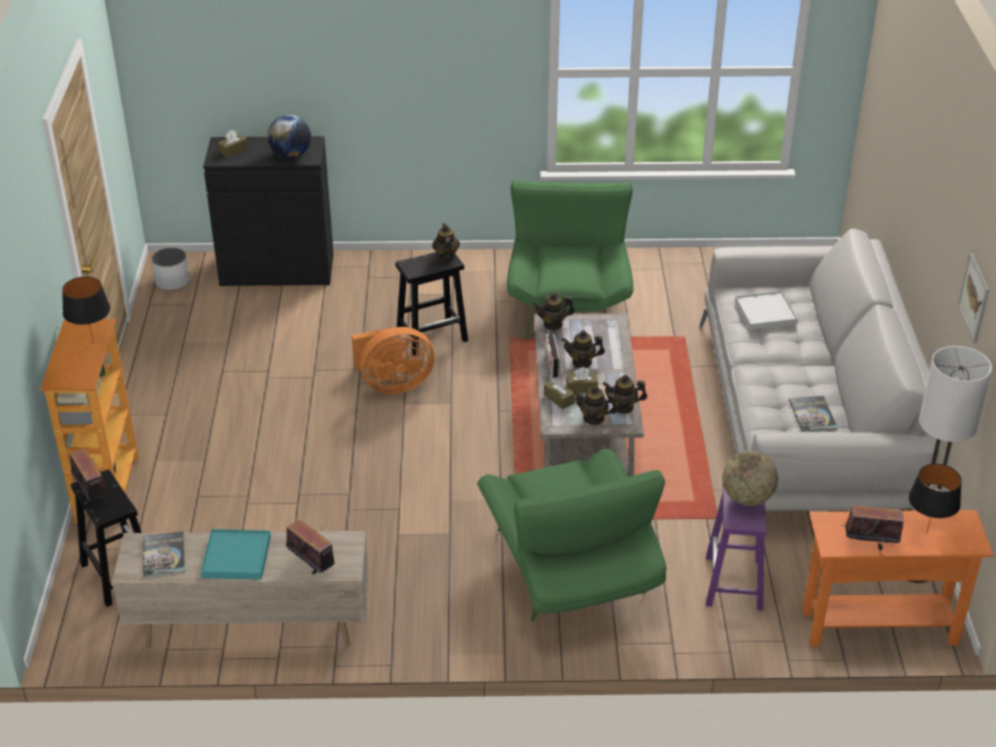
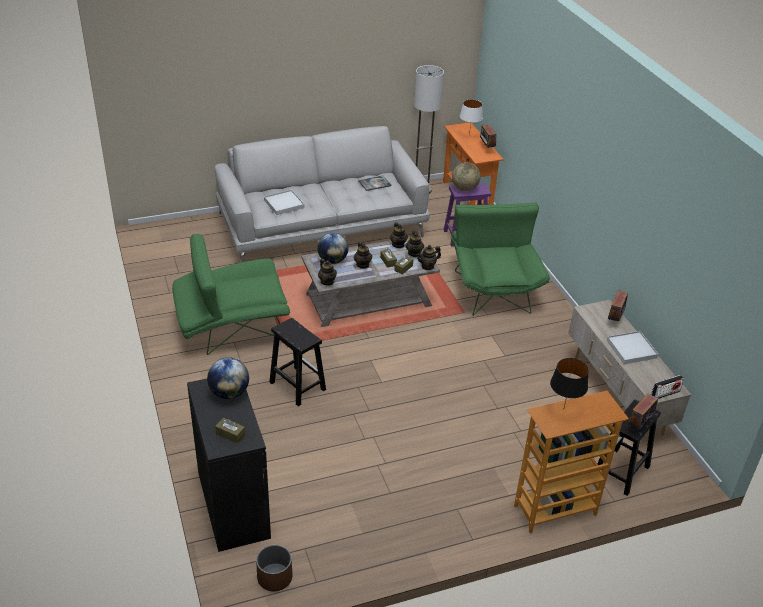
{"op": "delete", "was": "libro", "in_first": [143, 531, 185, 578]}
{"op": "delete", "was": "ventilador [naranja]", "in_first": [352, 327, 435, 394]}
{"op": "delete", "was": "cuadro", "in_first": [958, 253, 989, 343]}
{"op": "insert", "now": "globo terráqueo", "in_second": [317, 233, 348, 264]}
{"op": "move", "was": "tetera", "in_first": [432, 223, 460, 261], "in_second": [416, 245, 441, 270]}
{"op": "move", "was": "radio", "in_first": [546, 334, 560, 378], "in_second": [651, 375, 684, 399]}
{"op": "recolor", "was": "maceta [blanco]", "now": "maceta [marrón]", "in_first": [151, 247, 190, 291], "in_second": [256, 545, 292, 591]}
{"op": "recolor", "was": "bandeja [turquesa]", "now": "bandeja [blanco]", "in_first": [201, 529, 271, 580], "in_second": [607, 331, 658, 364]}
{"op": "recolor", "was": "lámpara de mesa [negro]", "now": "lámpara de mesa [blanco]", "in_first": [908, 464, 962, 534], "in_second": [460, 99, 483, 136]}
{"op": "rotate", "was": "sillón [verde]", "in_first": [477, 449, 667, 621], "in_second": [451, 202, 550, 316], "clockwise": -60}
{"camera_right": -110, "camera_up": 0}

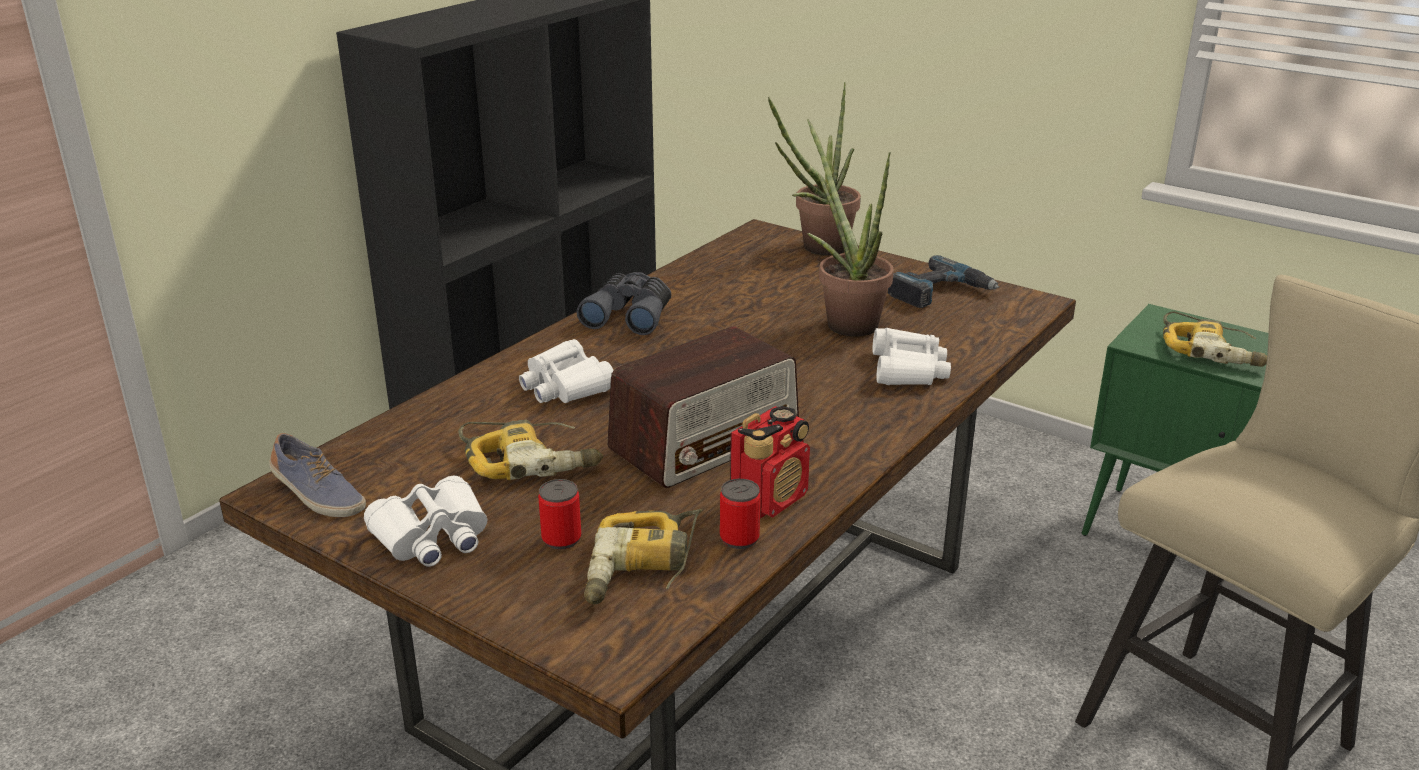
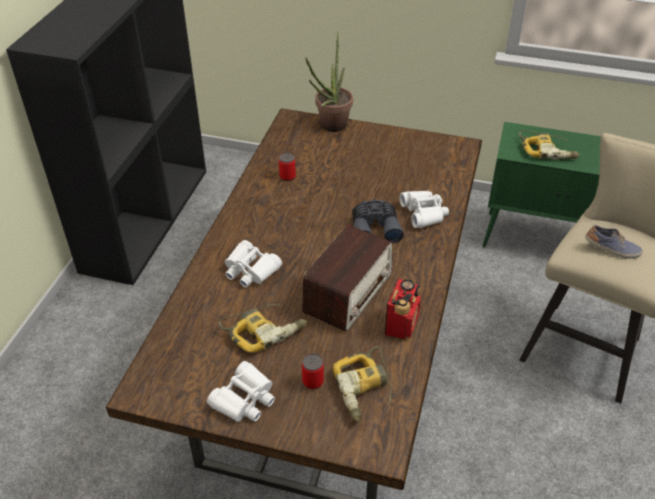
{"op": "delete", "was": "planta en maceta", "in_first": [807, 119, 894, 337]}
{"op": "delete", "was": "taladro", "in_first": [888, 255, 999, 308]}
{"op": "move", "was": "zapato", "in_first": [269, 433, 366, 517], "in_second": [585, 225, 643, 259]}
{"op": "move", "was": "prismáticos [gris]", "in_first": [577, 272, 671, 335], "in_second": [352, 199, 404, 243]}
{"op": "move", "was": "lata", "in_first": [720, 479, 760, 549], "in_second": [279, 153, 296, 181]}
{"camera_right": -20, "camera_up": 15}

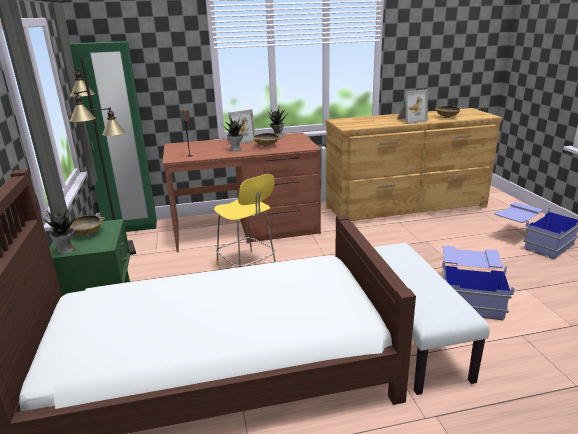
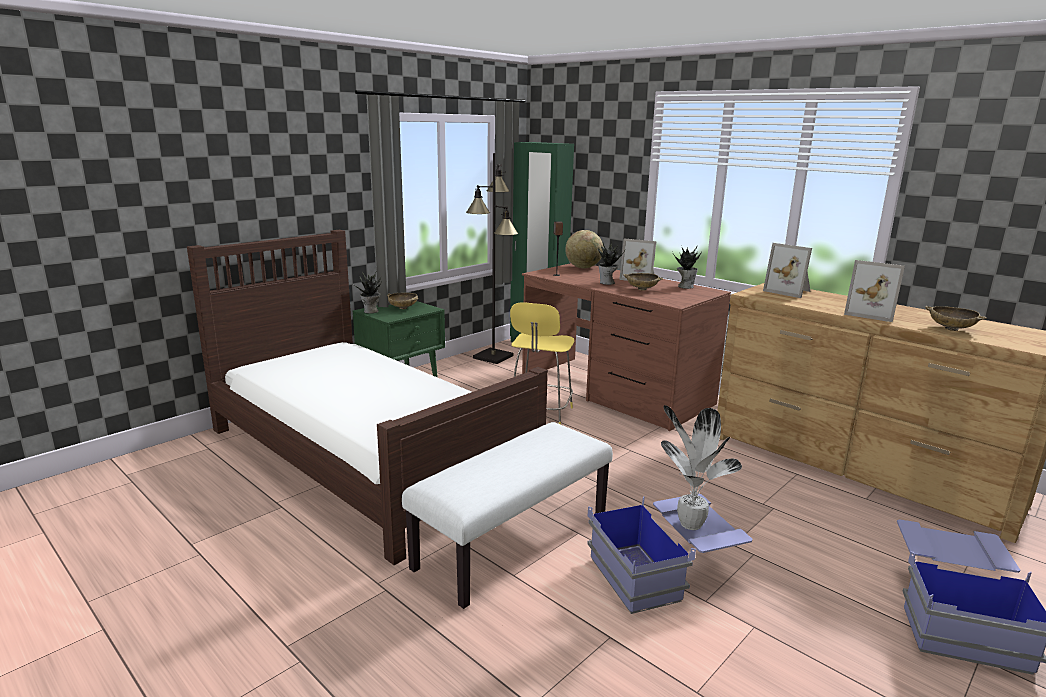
{"op": "insert", "now": "globo terráqueo", "in_second": [565, 230, 604, 268]}
{"op": "insert", "now": "planta en maceta", "in_second": [661, 405, 742, 530]}
{"op": "insert", "now": "portarretratos", "in_second": [763, 243, 812, 298]}
{"camera_right": 55, "camera_up": -5}

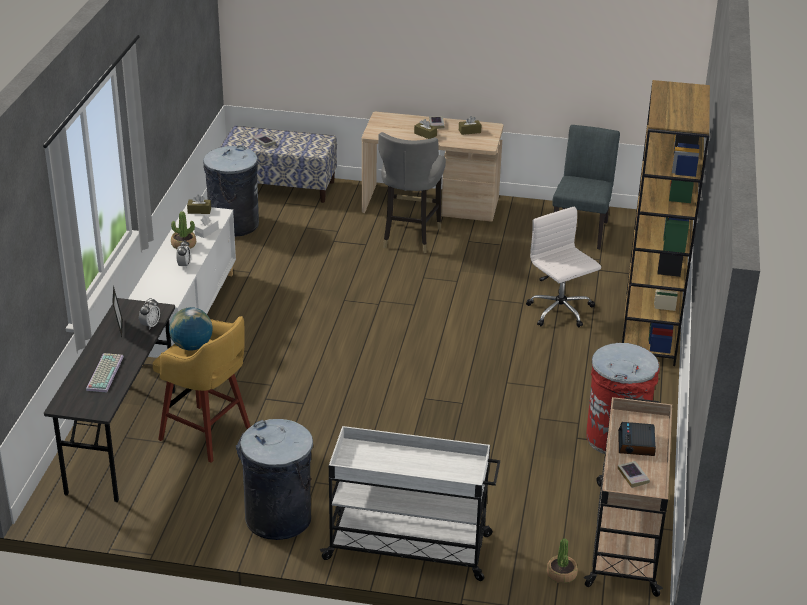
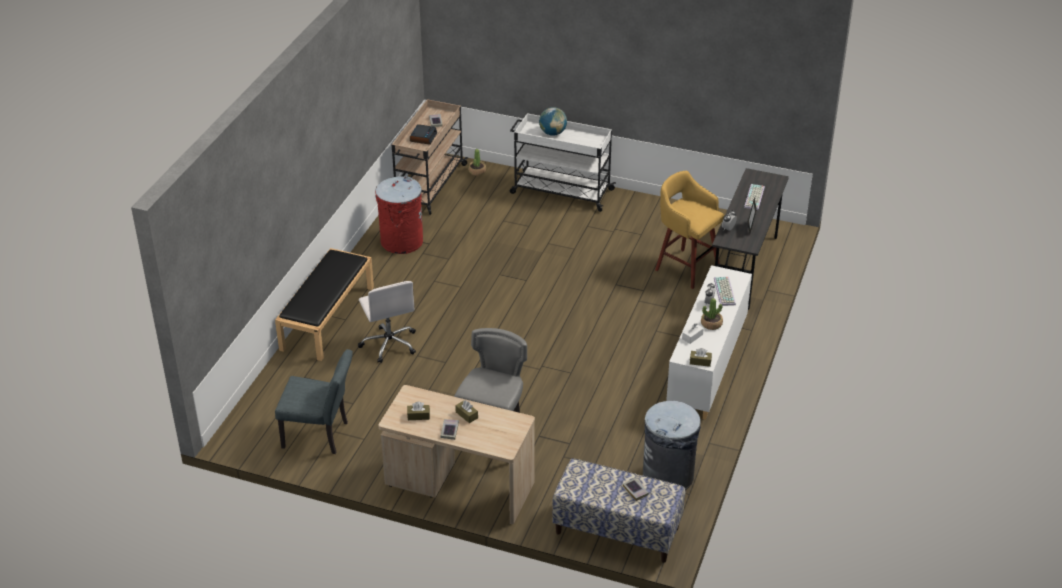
{"op": "delete", "was": "papelera [gris]", "in_first": [236, 419, 313, 540]}
{"op": "insert", "now": "teclado", "in_second": [714, 277, 736, 306]}
{"op": "move", "was": "globo terráqueo", "in_first": [169, 307, 213, 351], "in_second": [539, 107, 567, 136]}
{"op": "replace", "was": "estantería [marrón]", "now": "banco [negro]", "in_first": [622, 80, 710, 366], "in_second": [275, 248, 374, 361]}
{"op": "rotate", "was": "silla [gris]", "in_first": [552, 125, 620, 249], "in_second": [275, 349, 353, 454], "clockwise": -105}
{"camera_right": -170, "camera_up": 5}

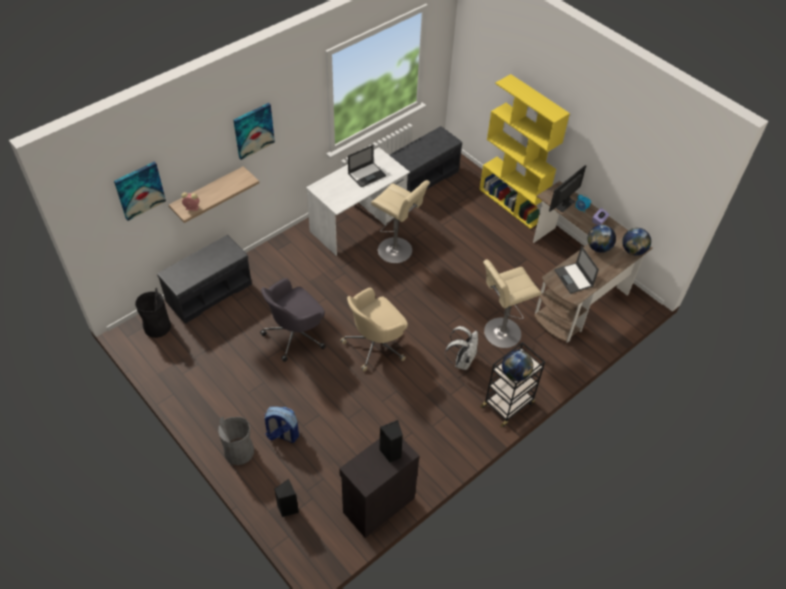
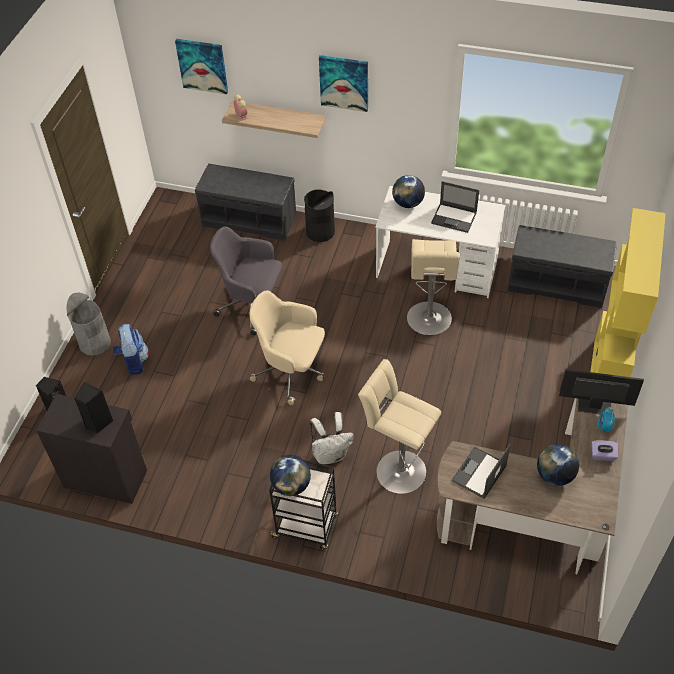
{"op": "move", "was": "papelera [negro]", "in_first": [135, 288, 171, 338], "in_second": [304, 190, 335, 242]}
{"op": "move", "was": "globo terráqueo", "in_first": [622, 228, 651, 256], "in_second": [392, 175, 425, 208]}
{"camera_right": 60, "camera_up": 0}

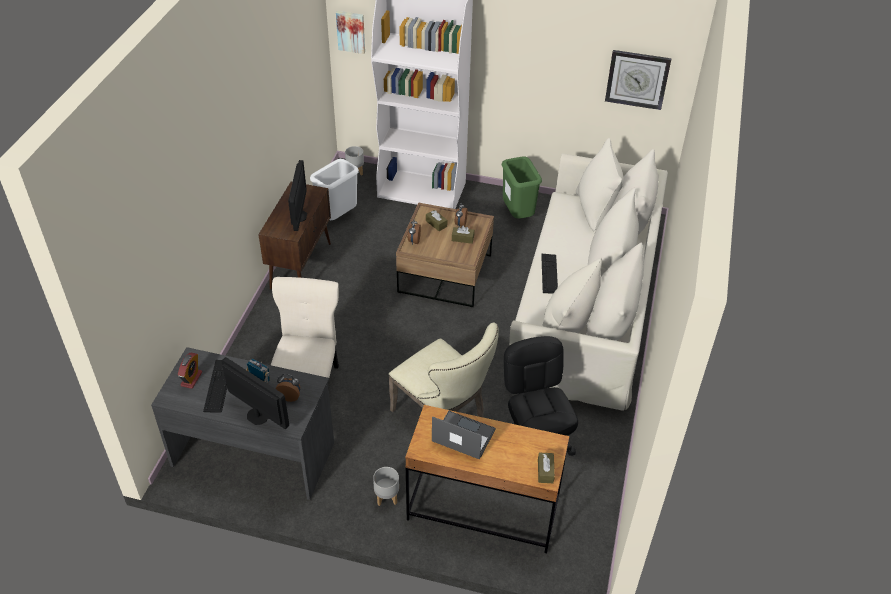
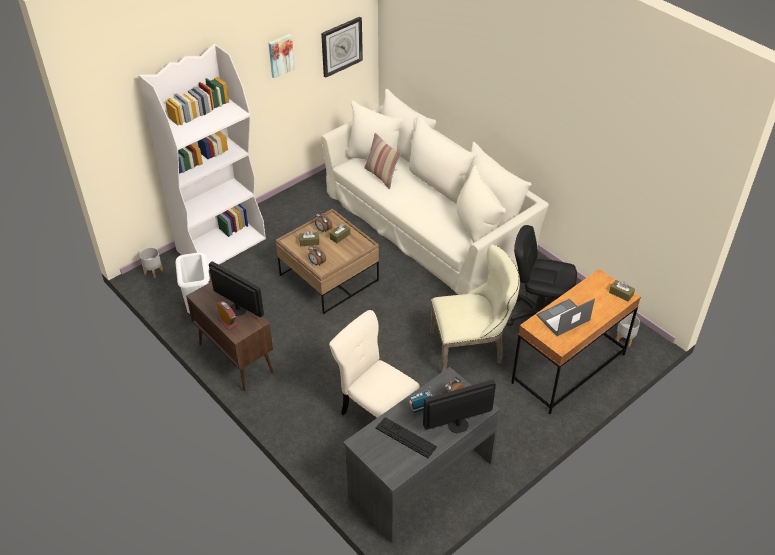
{"op": "delete", "was": "papelera [verde]", "in_first": [501, 156, 542, 219]}
{"op": "delete", "was": "teclado", "in_first": [541, 254, 558, 294]}
{"op": "insert", "now": "cojín", "in_second": [364, 133, 401, 189]}
{"op": "move", "was": "despertador", "in_first": [178, 352, 202, 389], "in_second": [216, 301, 238, 330]}
{"op": "move", "was": "cuadro", "in_first": [336, 11, 365, 54], "in_second": [269, 34, 295, 78]}
{"op": "move", "was": "maceta [gris]", "in_first": [373, 467, 399, 506], "in_second": [616, 314, 640, 347]}
{"camera_right": -55, "camera_up": 0}

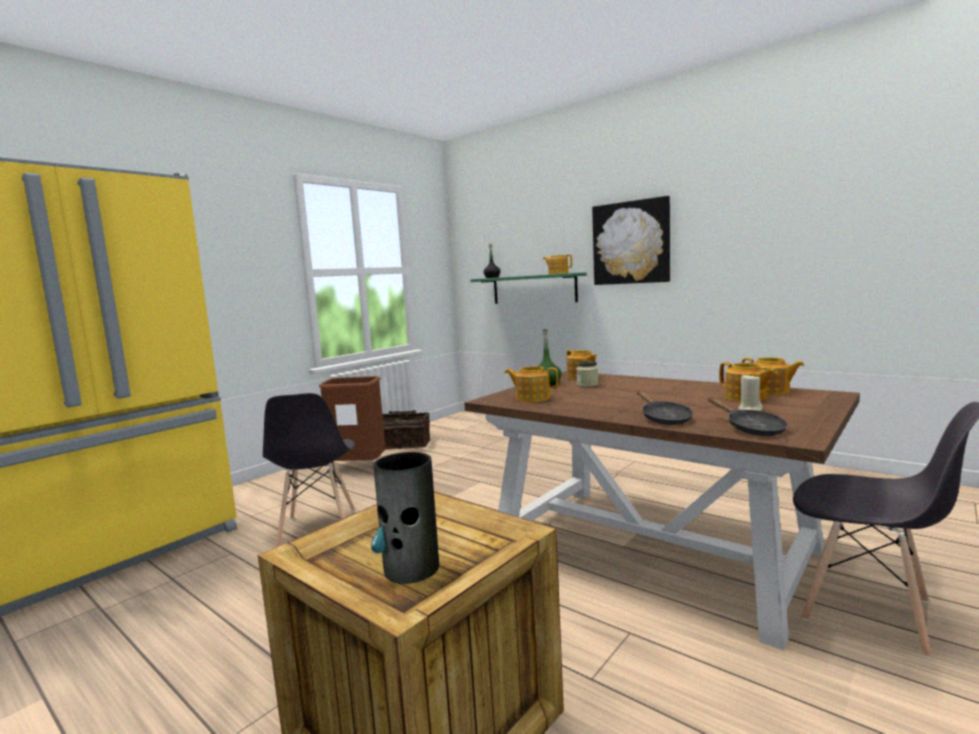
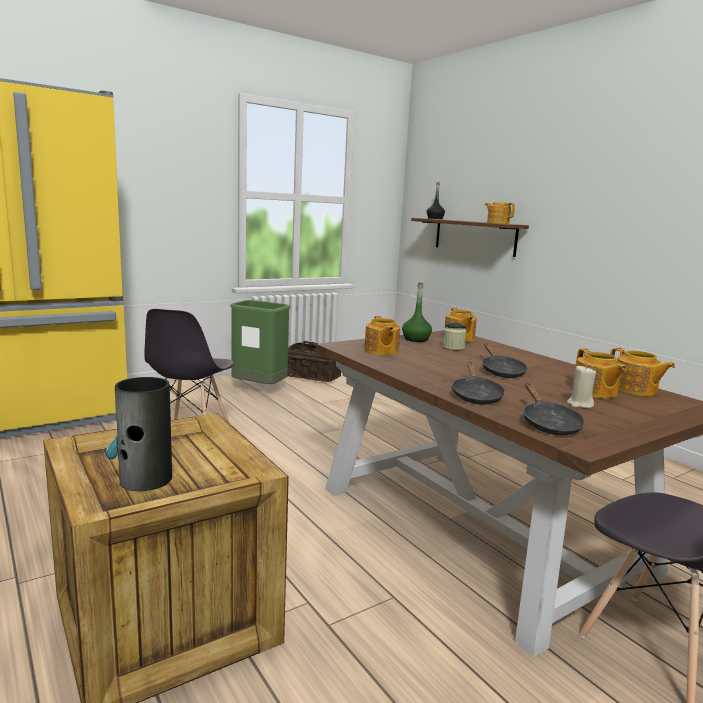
{"op": "delete", "was": "cuadro", "in_first": [592, 196, 670, 285]}
{"op": "insert", "now": "sartén [negro]", "in_second": [482, 343, 527, 378]}
{"op": "recolor", "was": "papelera [marrón]", "now": "papelera [verde]", "in_first": [319, 376, 386, 461], "in_second": [230, 300, 291, 384]}
{"op": "recolor", "was": "estante [verde]", "now": "estante [marrón]", "in_first": [470, 272, 586, 304], "in_second": [411, 218, 529, 257]}
{"op": "rotate", "was": "tetera", "in_first": [505, 366, 558, 402], "in_second": [364, 316, 400, 355], "clockwise": -135}
{"camera_right": 15, "camera_up": 5}

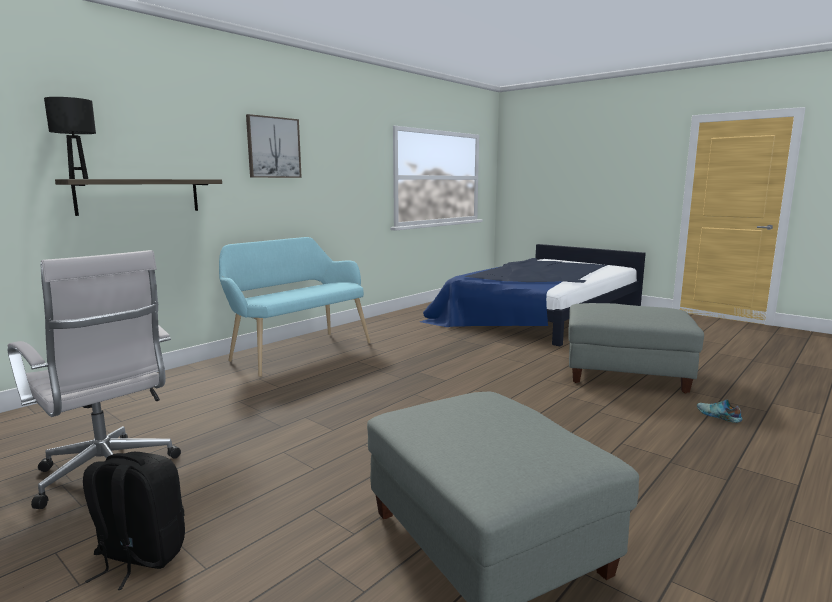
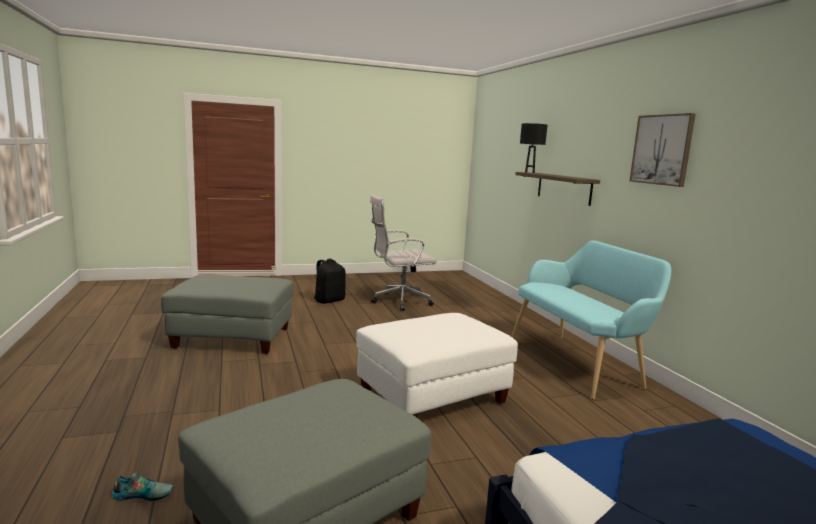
{"op": "insert", "now": "puf [blanco]", "in_second": [356, 313, 518, 417]}
{"camera_right": 120, "camera_up": 0}

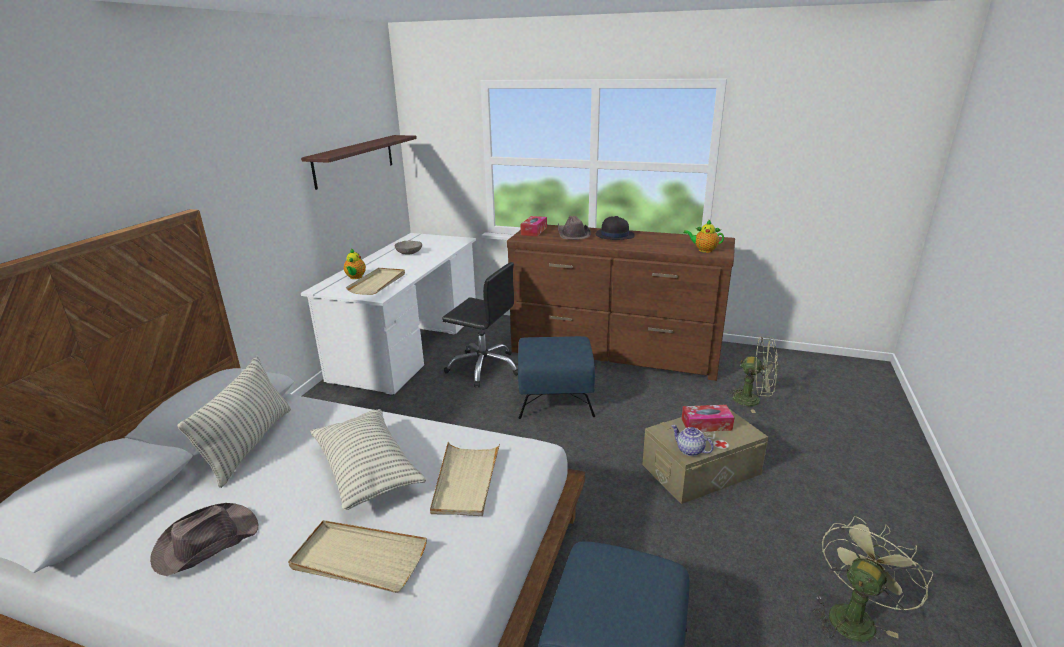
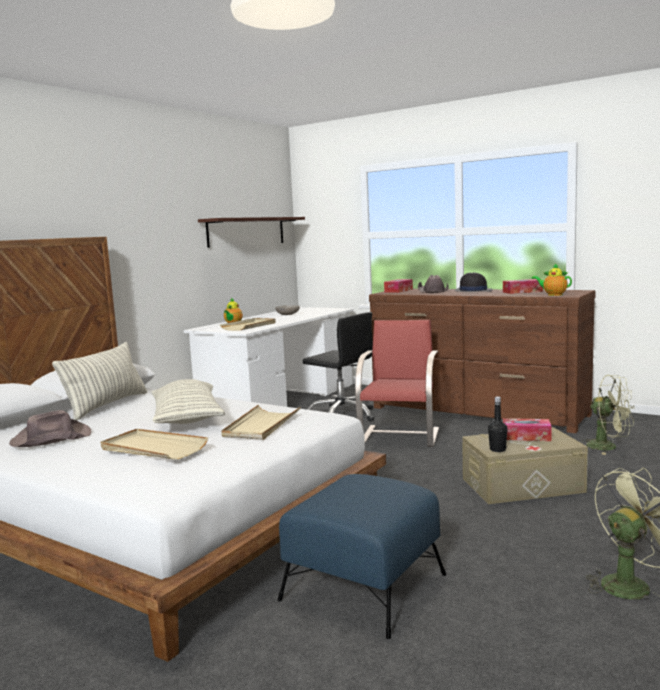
{"op": "insert", "now": "caja de pañuelos", "in_second": [503, 279, 543, 294]}
{"op": "replace", "was": "puf [azul]", "now": "silla [rojo]", "in_first": [518, 336, 595, 419], "in_second": [355, 320, 439, 447]}
{"op": "replace", "was": "tetera", "now": "botella [negro]", "in_first": [671, 425, 714, 456], "in_second": [488, 396, 508, 452]}
{"camera_right": 15, "camera_up": -15}

